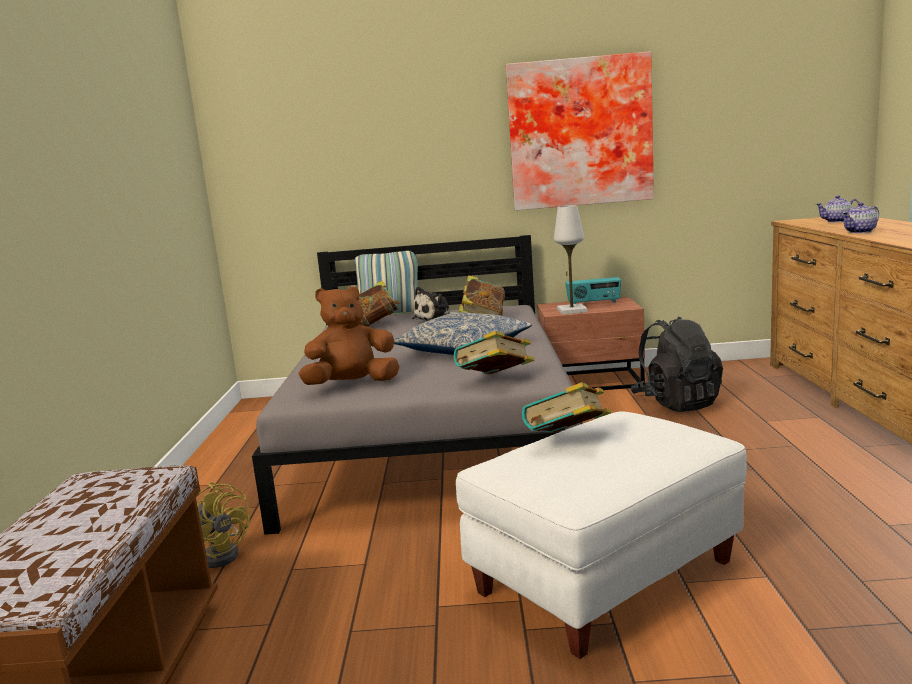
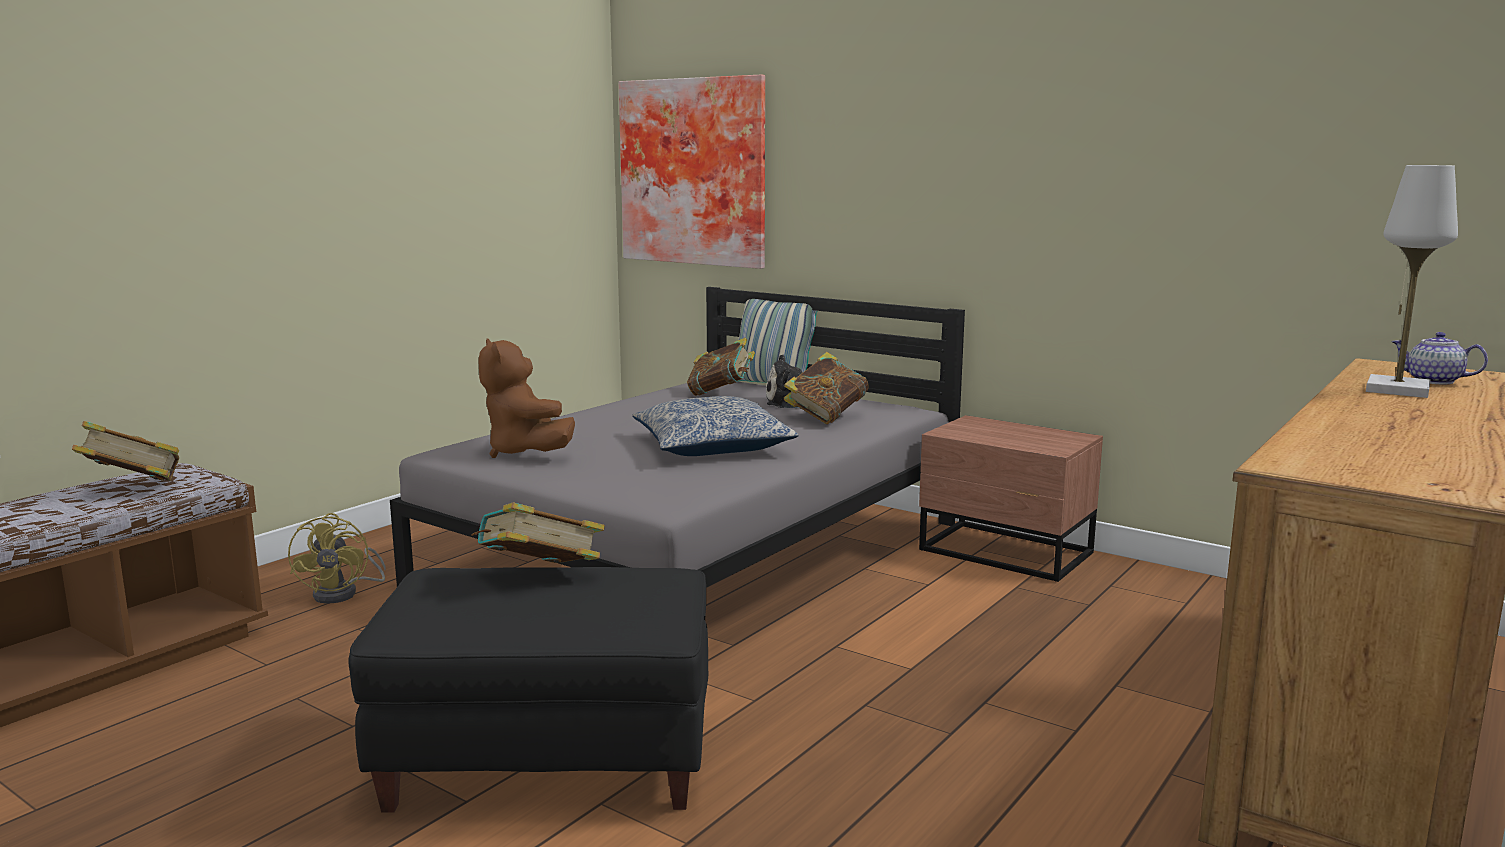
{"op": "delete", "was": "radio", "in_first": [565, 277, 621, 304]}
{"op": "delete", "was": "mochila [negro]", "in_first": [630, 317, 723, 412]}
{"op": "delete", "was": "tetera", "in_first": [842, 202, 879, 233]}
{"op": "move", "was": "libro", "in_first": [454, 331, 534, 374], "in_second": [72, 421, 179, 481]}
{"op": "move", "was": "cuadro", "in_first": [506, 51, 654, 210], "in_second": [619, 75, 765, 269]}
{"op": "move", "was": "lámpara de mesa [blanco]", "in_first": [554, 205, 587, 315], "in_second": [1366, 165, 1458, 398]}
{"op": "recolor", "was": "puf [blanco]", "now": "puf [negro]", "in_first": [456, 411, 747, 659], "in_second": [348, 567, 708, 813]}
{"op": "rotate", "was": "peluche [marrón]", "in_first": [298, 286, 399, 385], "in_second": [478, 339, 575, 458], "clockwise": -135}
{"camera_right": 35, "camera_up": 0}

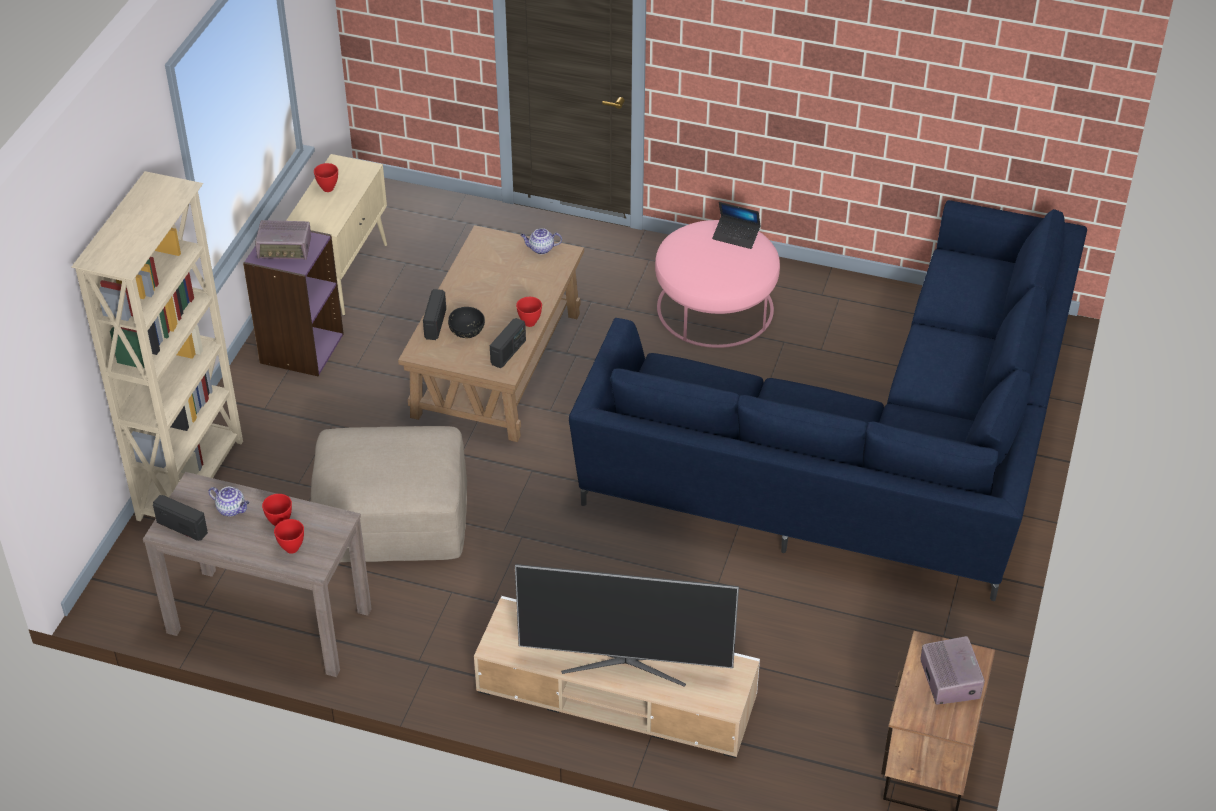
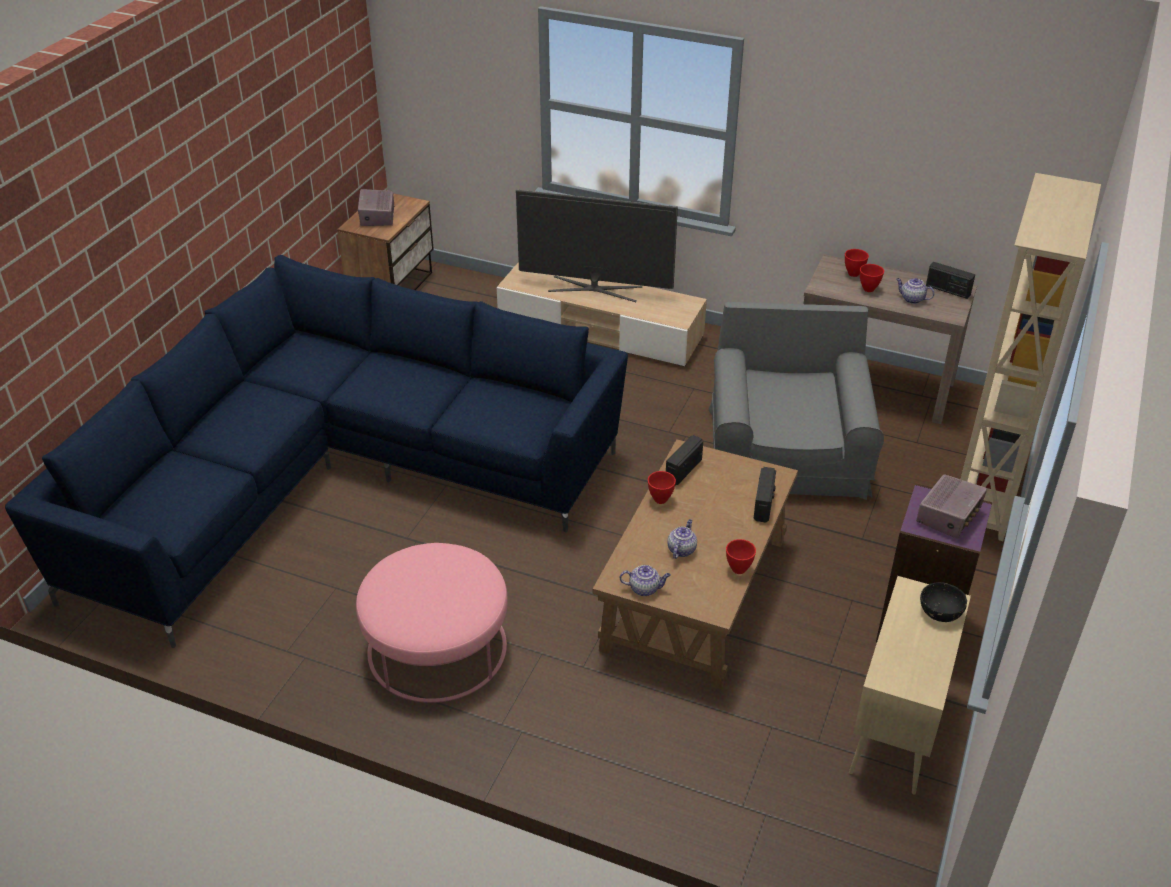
{"op": "delete", "was": "portátil", "in_first": [712, 202, 761, 249]}
{"op": "insert", "now": "tetera", "in_second": [667, 519, 697, 559]}
{"op": "move", "was": "cuenco [rojo]", "in_first": [314, 163, 338, 192], "in_second": [726, 539, 756, 574]}
{"op": "move", "was": "cuenco [negro]", "in_first": [448, 307, 485, 338], "in_second": [920, 582, 967, 622]}
{"op": "replace", "was": "puf [beis]", "now": "sillón [gris]", "in_first": [311, 426, 467, 562], "in_second": [708, 302, 884, 500]}
{"op": "rotate", "was": "radio", "in_first": [255, 220, 311, 260], "in_second": [916, 475, 987, 539], "clockwise": 120}
{"camera_right": -175, "camera_up": -5}

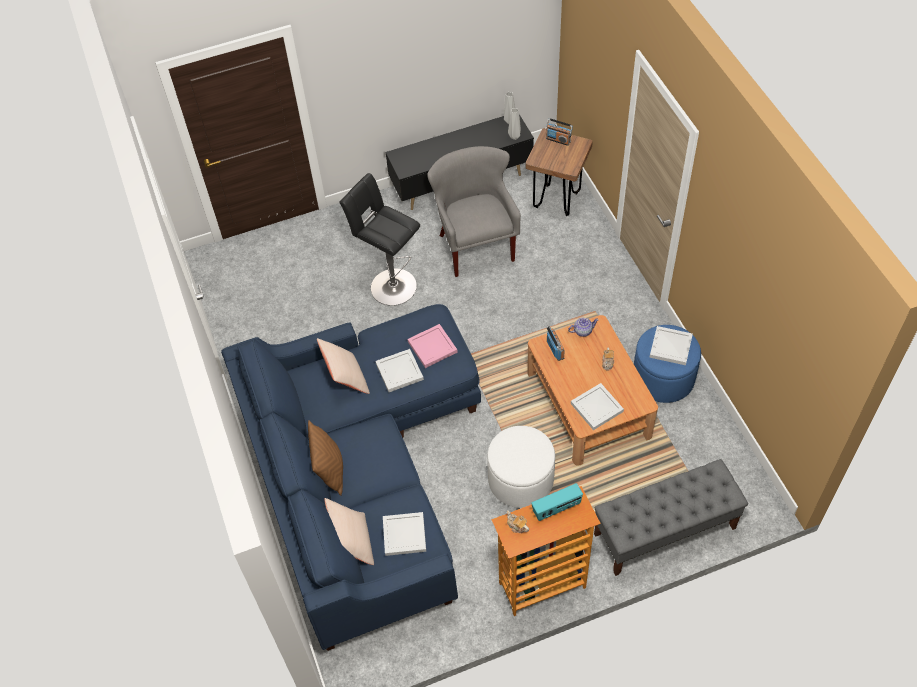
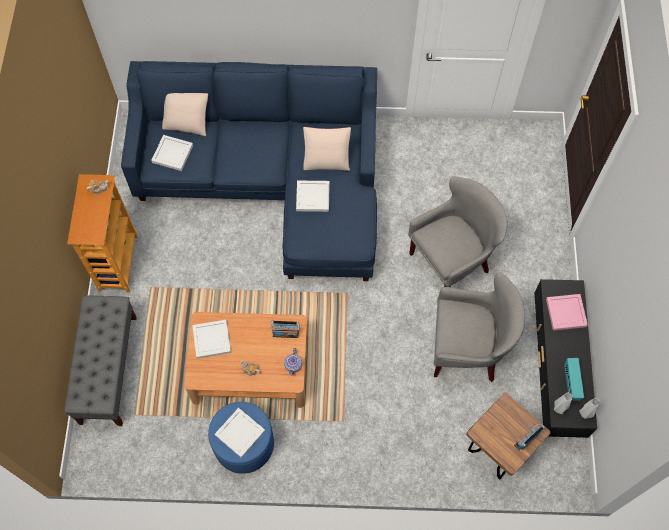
{"op": "delete", "was": "cojín [marrón]", "in_first": [308, 420, 343, 496]}
{"op": "delete", "was": "puf [blanco]", "in_first": [487, 426, 555, 508]}
{"op": "move", "was": "bandeja [rosa]", "in_first": [408, 324, 458, 368], "in_second": [546, 294, 588, 331]}
{"op": "move", "was": "radio", "in_first": [531, 483, 583, 521], "in_second": [564, 358, 584, 401]}
{"op": "replace", "was": "taburete [negro]", "now": "sillón [gris]", "in_first": [339, 173, 420, 306], "in_second": [408, 176, 508, 287]}
{"camera_right": 110, "camera_up": 10}

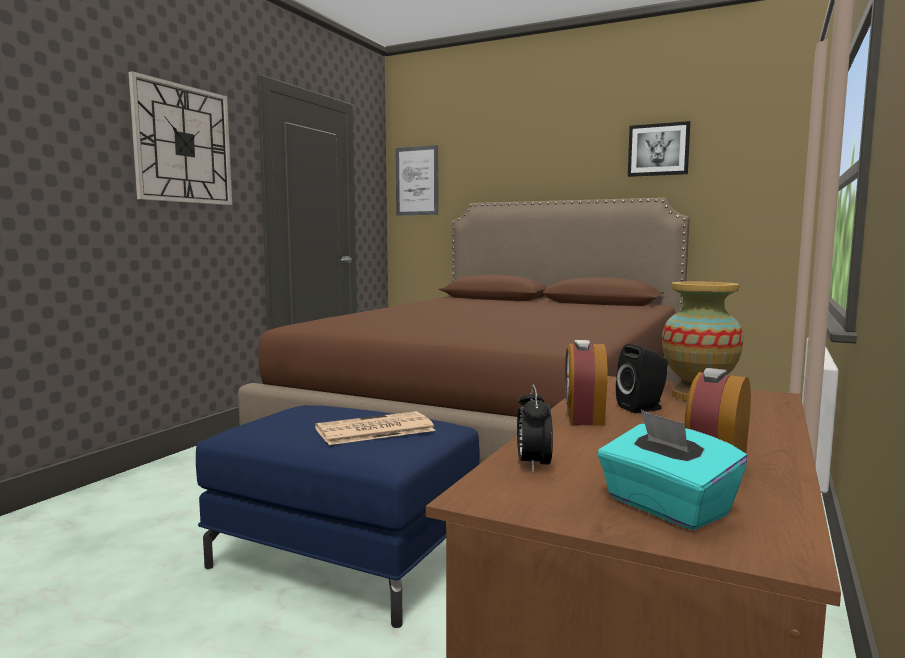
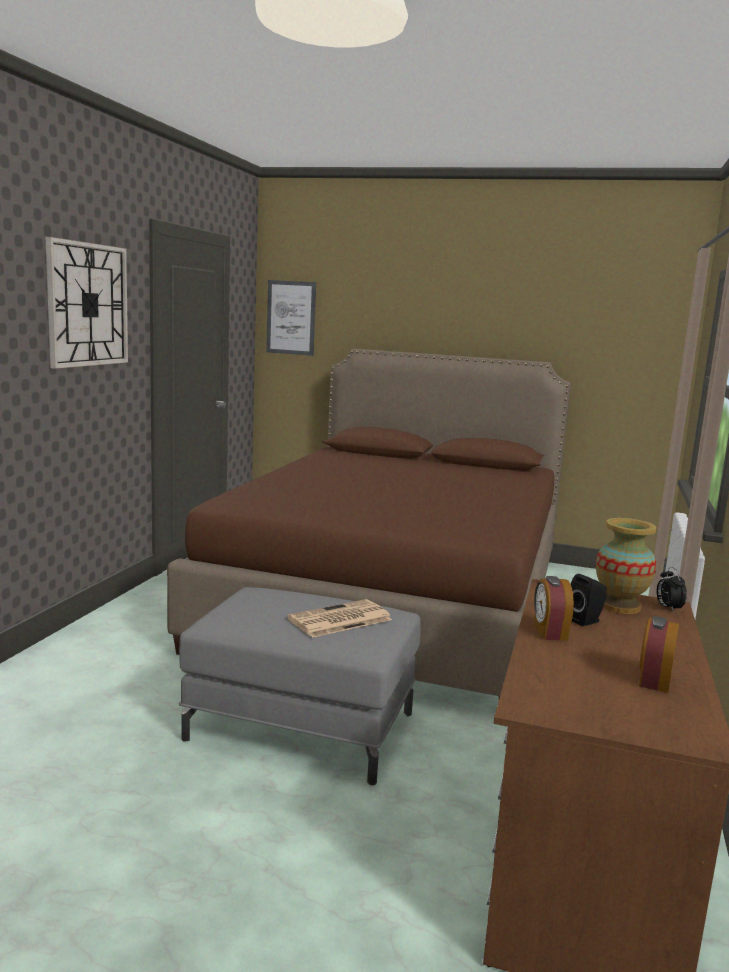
{"op": "delete", "was": "caja de pañuelos [turquesa]", "in_first": [598, 410, 748, 530]}
{"op": "delete", "was": "cuadro", "in_first": [628, 121, 690, 177]}
{"op": "move", "was": "despertador", "in_first": [517, 385, 553, 473], "in_second": [657, 567, 687, 611]}
{"op": "recolor", "was": "puf [azul]", "now": "puf [gris]", "in_first": [196, 405, 480, 628], "in_second": [179, 587, 421, 785]}
{"camera_right": -10, "camera_up": 5}

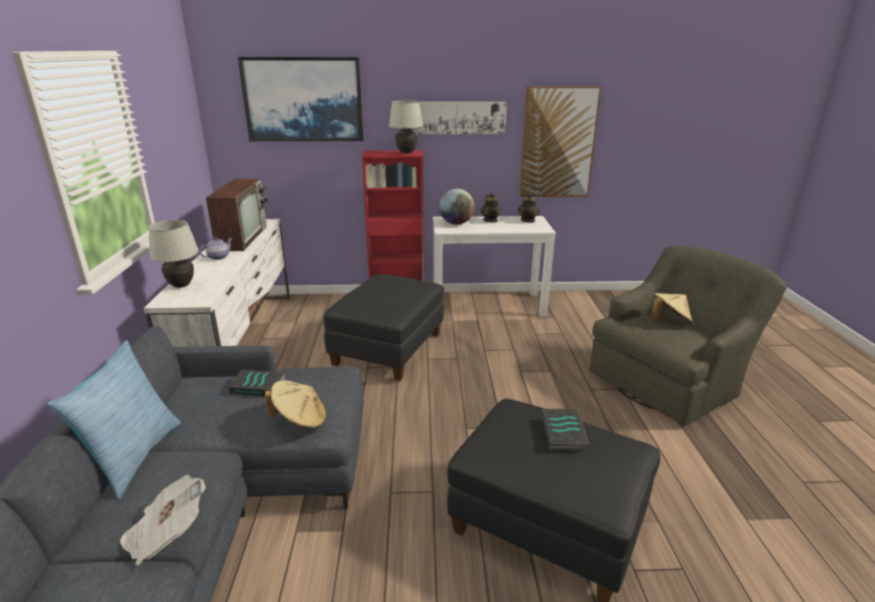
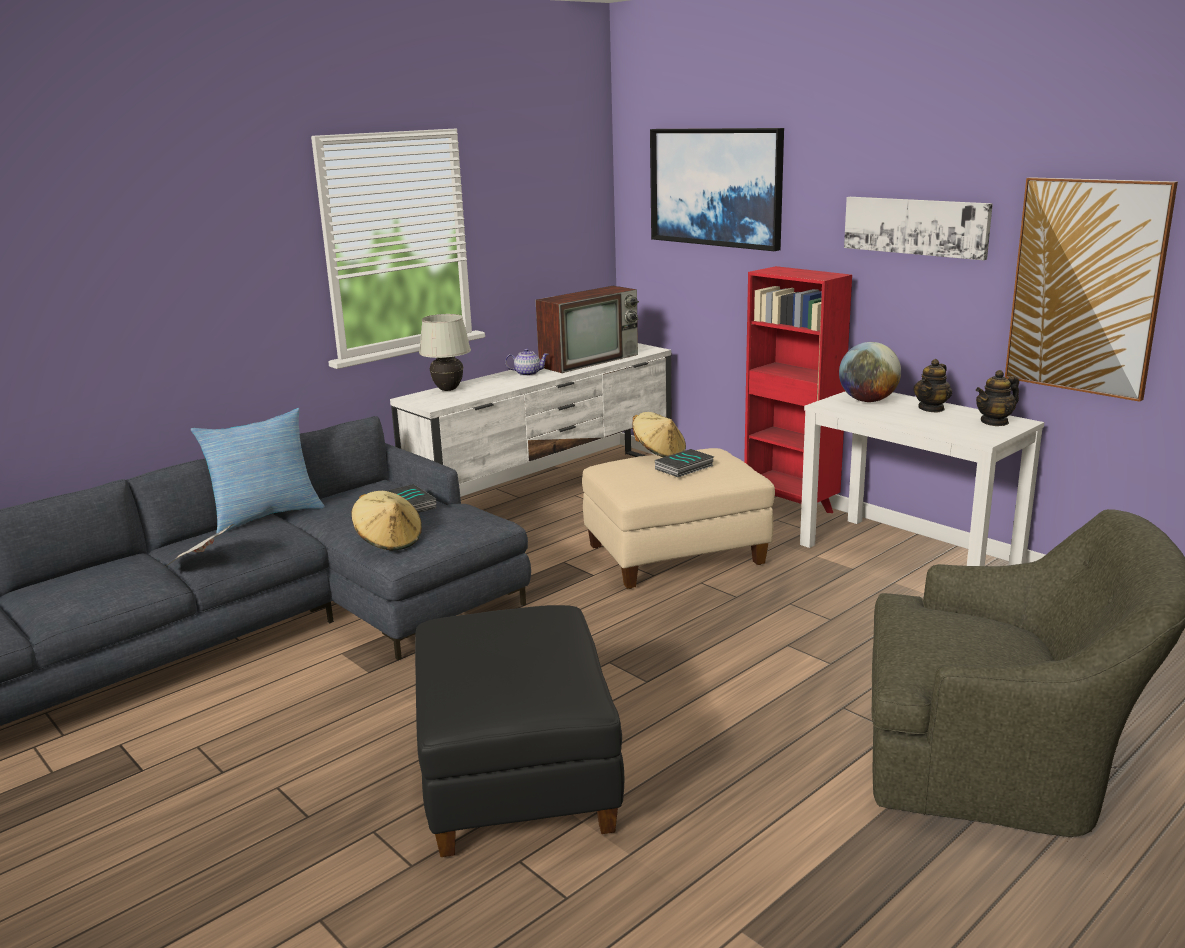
{"op": "delete", "was": "lámpara de mesa [blanco]", "in_first": [389, 101, 423, 154]}
{"op": "move", "was": "libro", "in_first": [542, 409, 589, 451], "in_second": [655, 449, 714, 477]}
{"op": "move", "was": "sombrero [beis]", "in_first": [651, 293, 693, 324], "in_second": [633, 412, 686, 457]}
{"op": "recolor", "was": "puf [negro]", "now": "puf [beis]", "in_first": [323, 274, 444, 381], "in_second": [582, 448, 775, 589]}
{"camera_right": 50, "camera_up": -5}

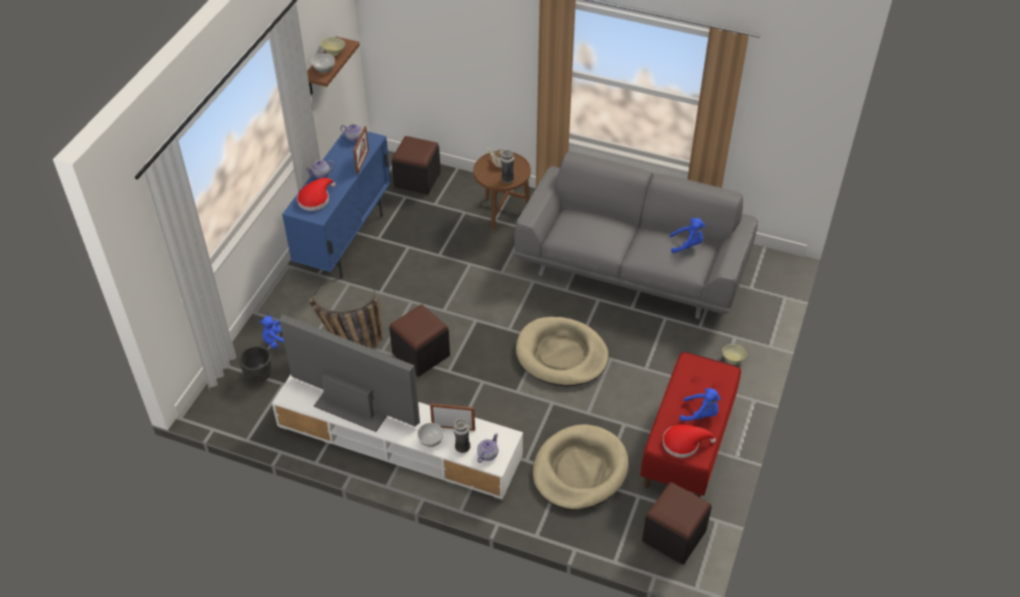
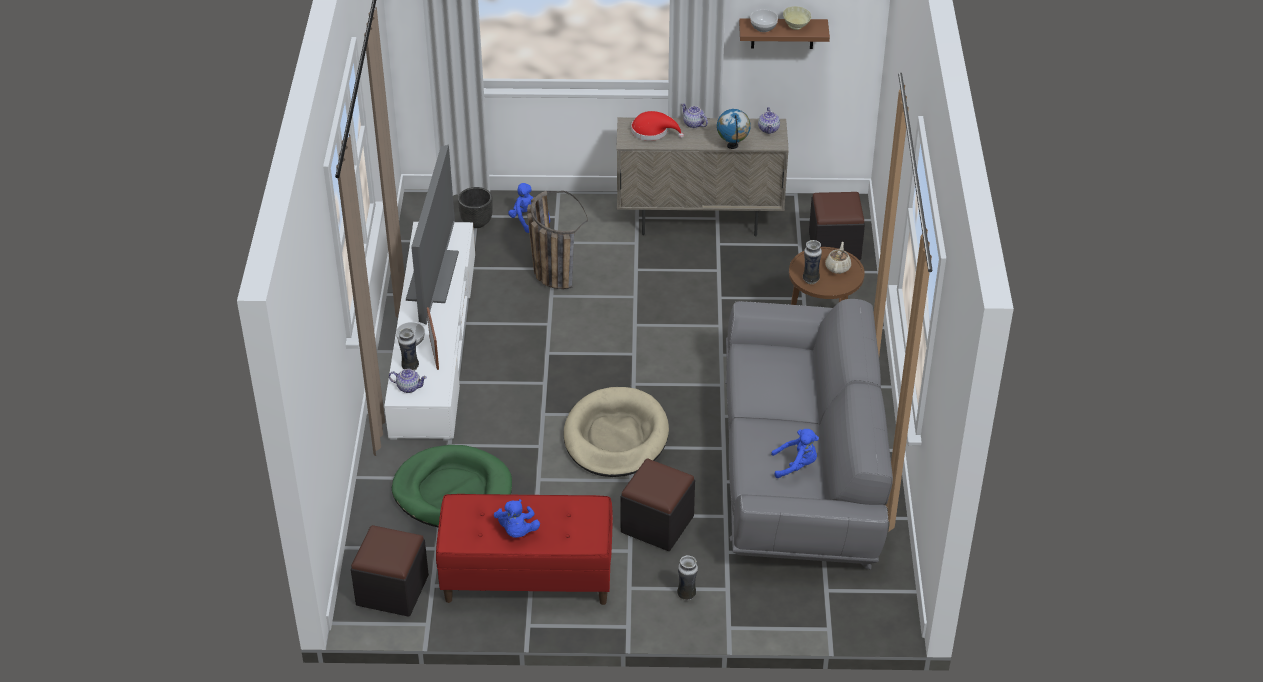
{"op": "delete", "was": "sombrero [rojo]", "in_first": [663, 425, 716, 458]}
{"op": "move", "was": "puf [negro]", "in_first": [389, 304, 450, 377], "in_second": [620, 459, 695, 551]}
{"op": "replace", "was": "portarretratos", "now": "globo terráqueo", "in_first": [353, 126, 369, 175], "in_second": [717, 109, 751, 149]}
{"op": "replace", "was": "cuenco [beis]", "now": "florero", "in_first": [722, 344, 746, 364], "in_second": [677, 555, 698, 601]}
{"op": "recolor", "was": "armario [azul]", "now": "armario [beis]", "in_first": [282, 126, 391, 277], "in_second": [616, 117, 789, 236]}
{"op": "recolor", "was": "cama para perro [beis]", "now": "cama para perro [verde]", "in_first": [532, 424, 629, 510], "in_second": [392, 445, 512, 527]}
{"op": "rotate", "was": "peluche [azul]", "in_first": [670, 218, 705, 253], "in_second": [771, 429, 819, 478], "clockwise": -75}
{"camera_right": 70, "camera_up": -5}

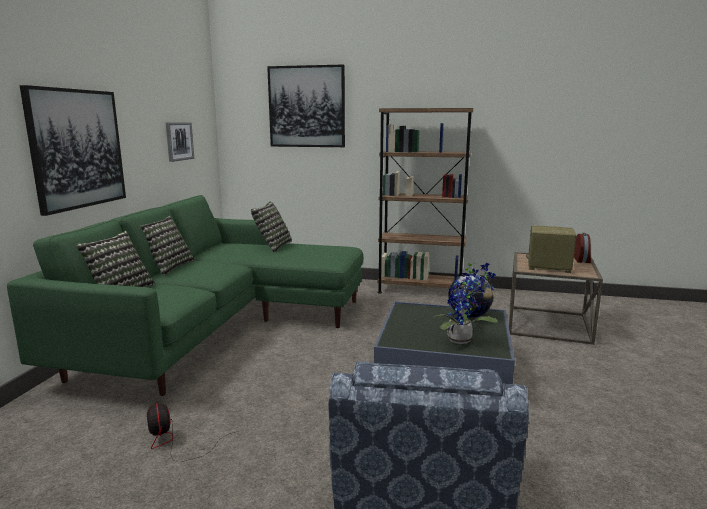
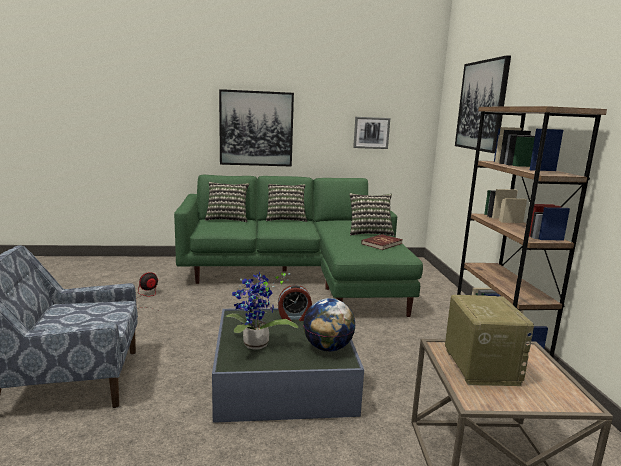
{"op": "insert", "now": "libro [rojo]", "in_second": [361, 234, 403, 250]}
{"op": "move", "was": "despertador", "in_first": [574, 233, 591, 263], "in_second": [278, 285, 312, 321]}
{"camera_right": 70, "camera_up": 0}

